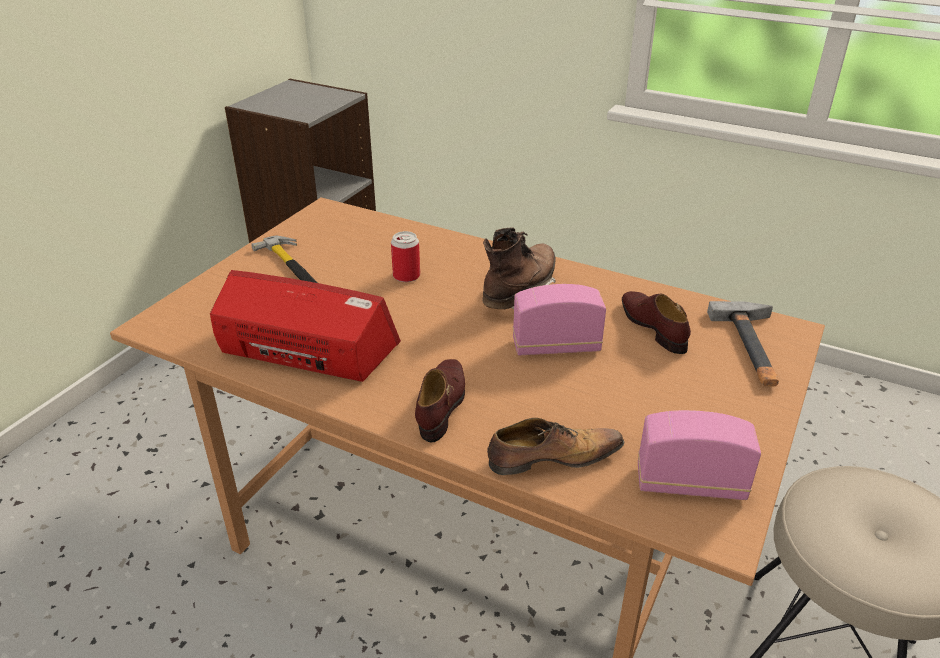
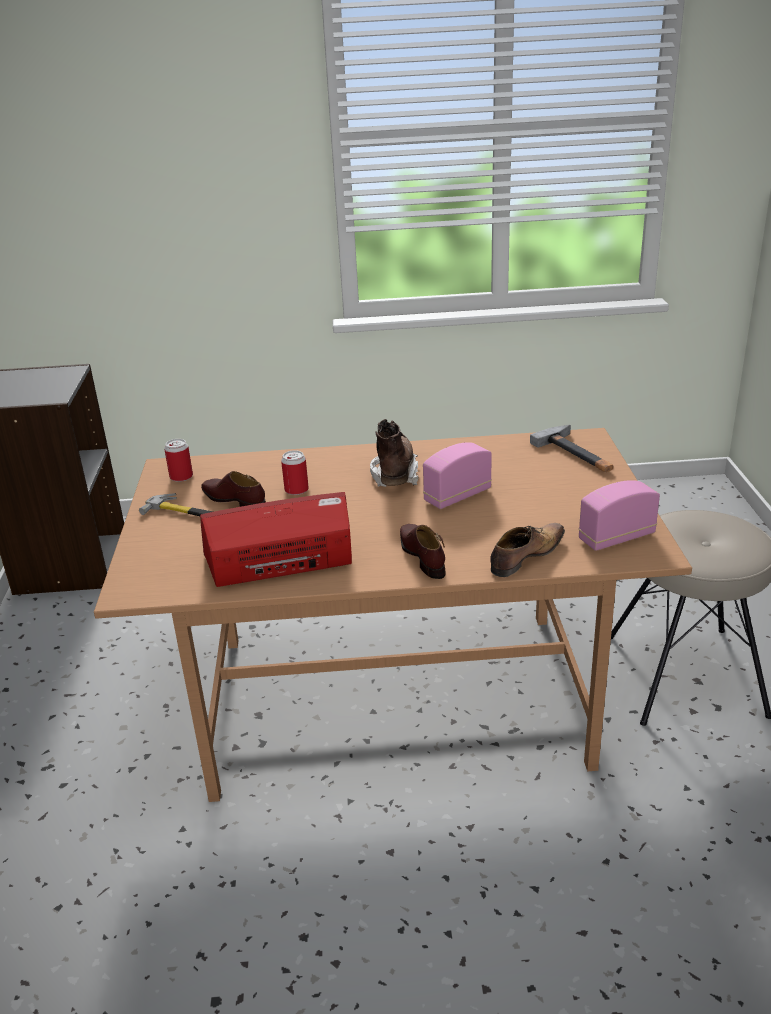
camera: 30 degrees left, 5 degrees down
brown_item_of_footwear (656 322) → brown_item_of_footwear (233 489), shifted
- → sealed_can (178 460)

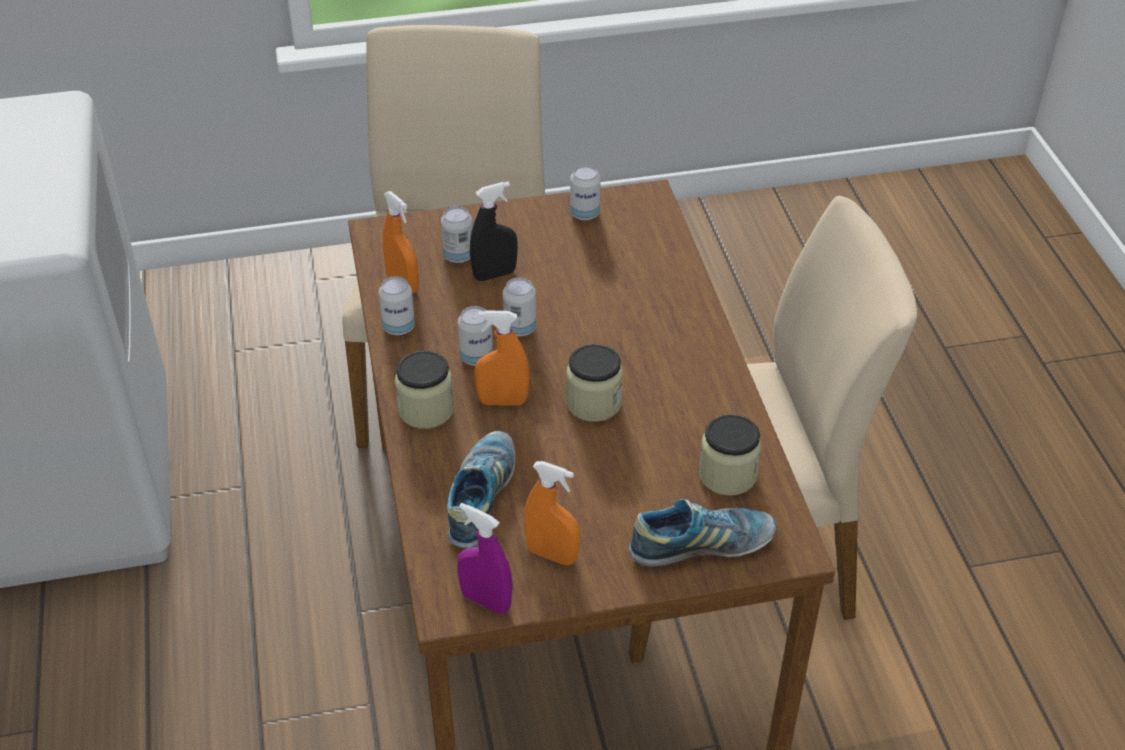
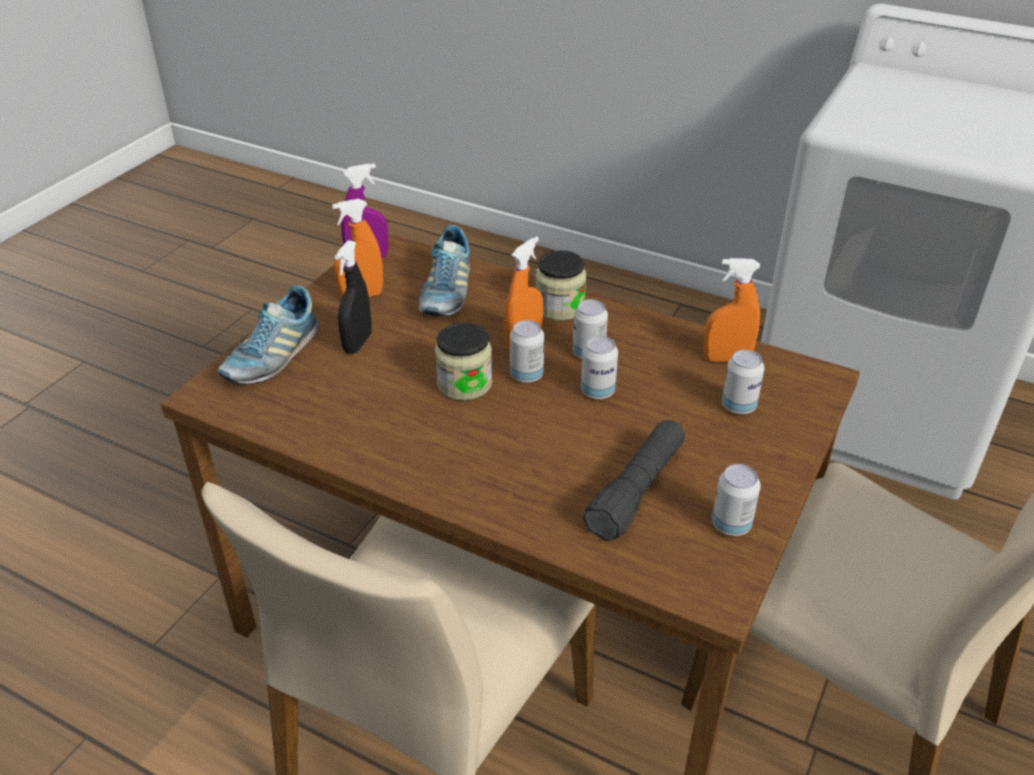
camera: 130 degrees right, 5 degrees down
sealed_can (397 305) → sealed_can (527 351), shifted
item_of_footwear (481 489) → item_of_footwear (444 270), 45 degrees clockwise
black_sprayer (494 231) → black_sprayer (353 297), shifted
storage_jar (730 455) → -
- → black_flashlight (634 480)

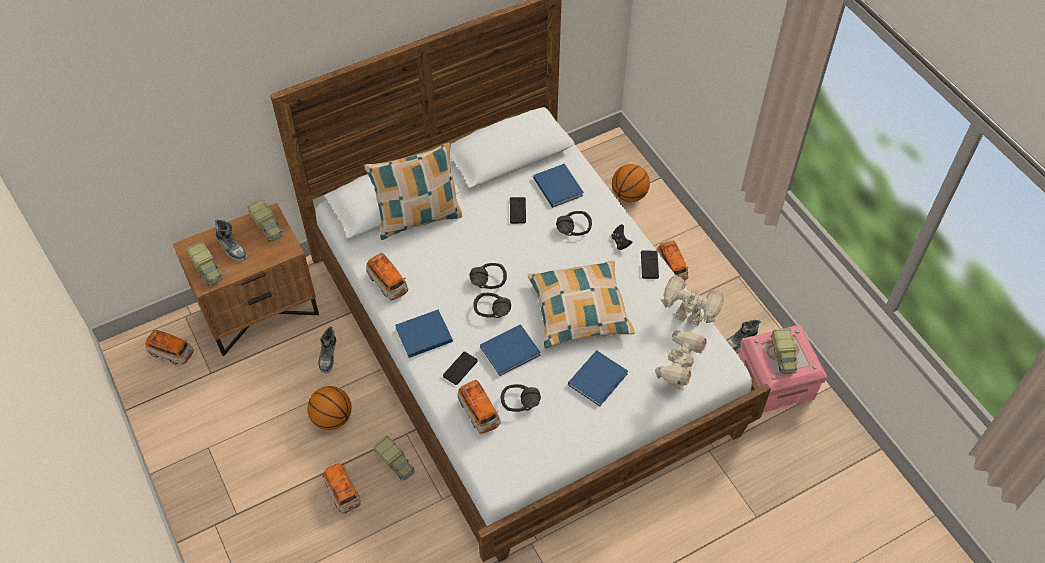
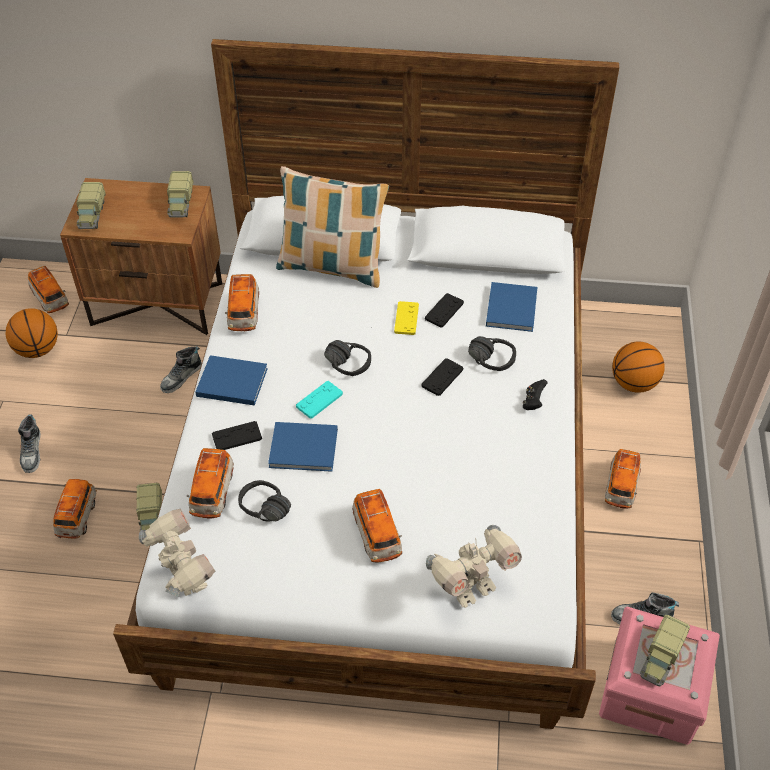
camera: 35 degrees right, 5 degrees down
item_of_footwear (231 240) → item_of_footwear (29 443), shifted
basketball_ball (329 408) → basketball_ball (32 333), shifted
black_pair_of_headphones (492 305) → blue-green_gamepad (319 400)
pillow (581 305) → -
bluish_volume (598 378) → model_car (377 526)
black_gamepad (650 264) → black_gamepad (442 377), shifted
robot_figure (692 301) → robot_figure (177 553), shifted
- → yellow_gamepad (406 318)

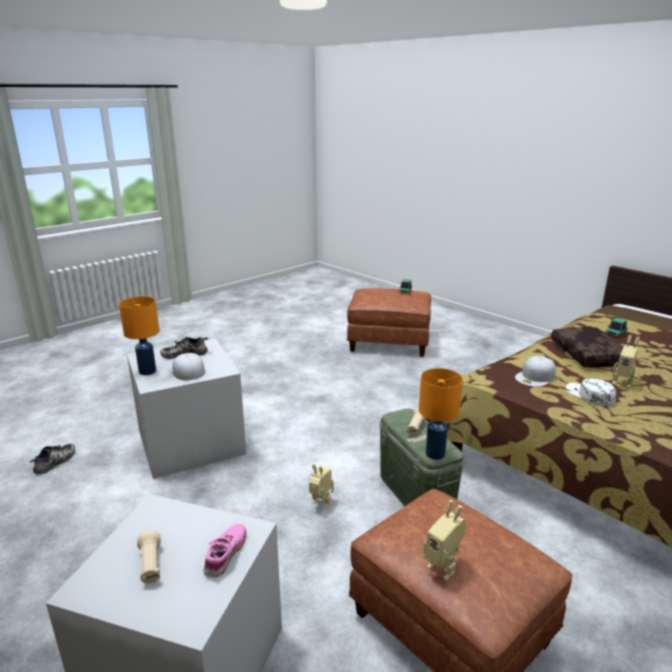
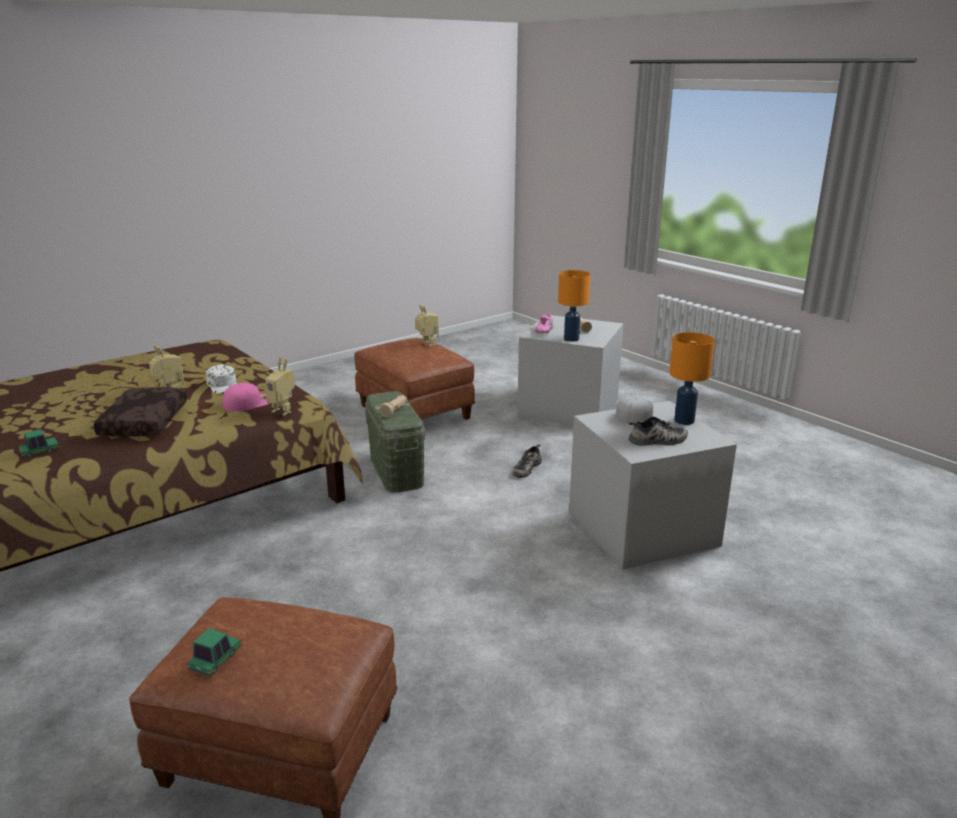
camera: 175 degrees left, 0 degrees up
item_of_footwear (52 458) → item_of_footwear (527 461), shifted
robot_figure (321 485) → robot_figure (280 386), shifted
orange_lamp_for_a_table (441 414) → orange_lamp_for_a_table (574 306), shifted
white_cap (535 371) → pink_cap (247 396)

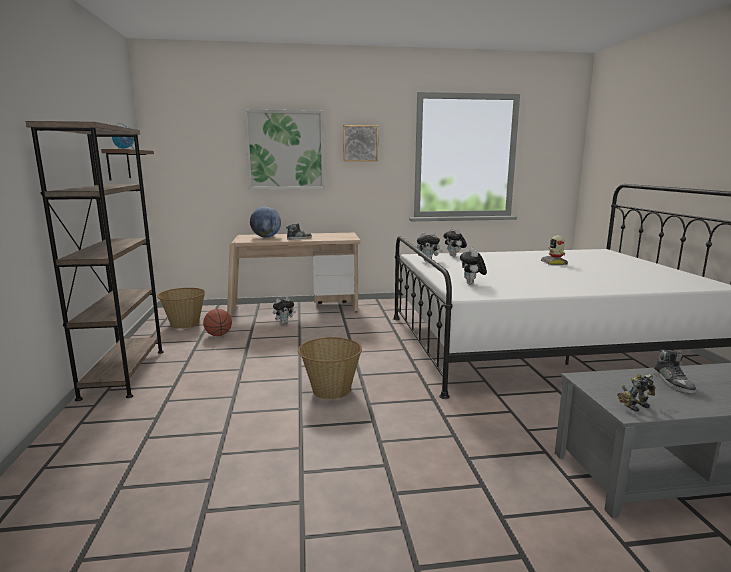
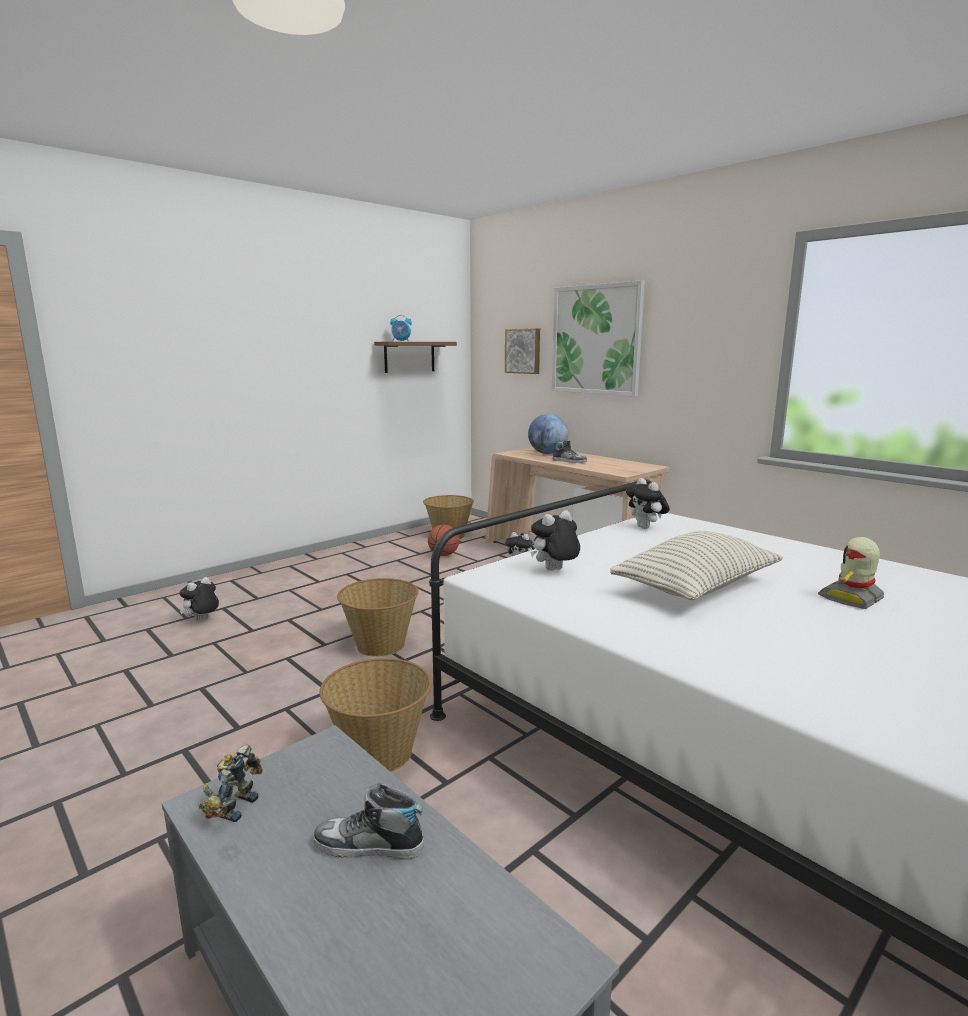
camera: 55 degrees right, 0 degrees up
brown_bookshelf (94 261) → -
picture (360 143) → picture (522 351), shifted
cuddly_toy (455 242) → cuddly_toy (199 599), shifted
robot_figure (636 392) → robot_figure (230 783), 105 degrees counterclockwise
item_of_footwear (674 372) → item_of_footwear (369 821), 45 degrees clockwise
- → storage_basket (376 715)
- → pillow (696 565)

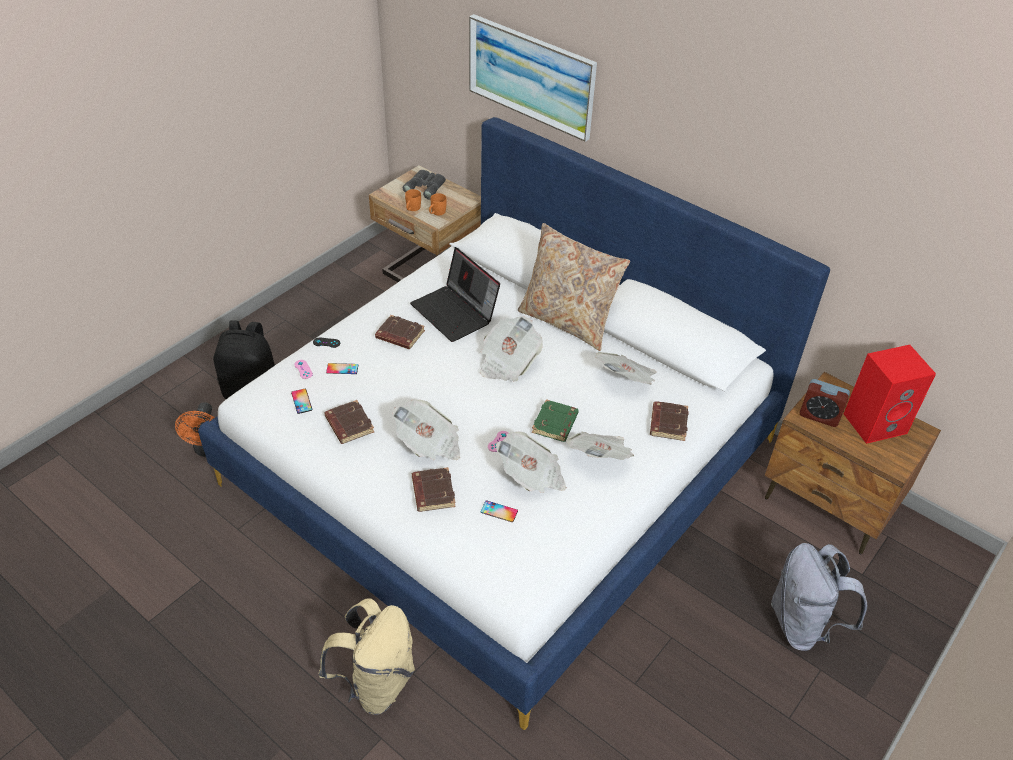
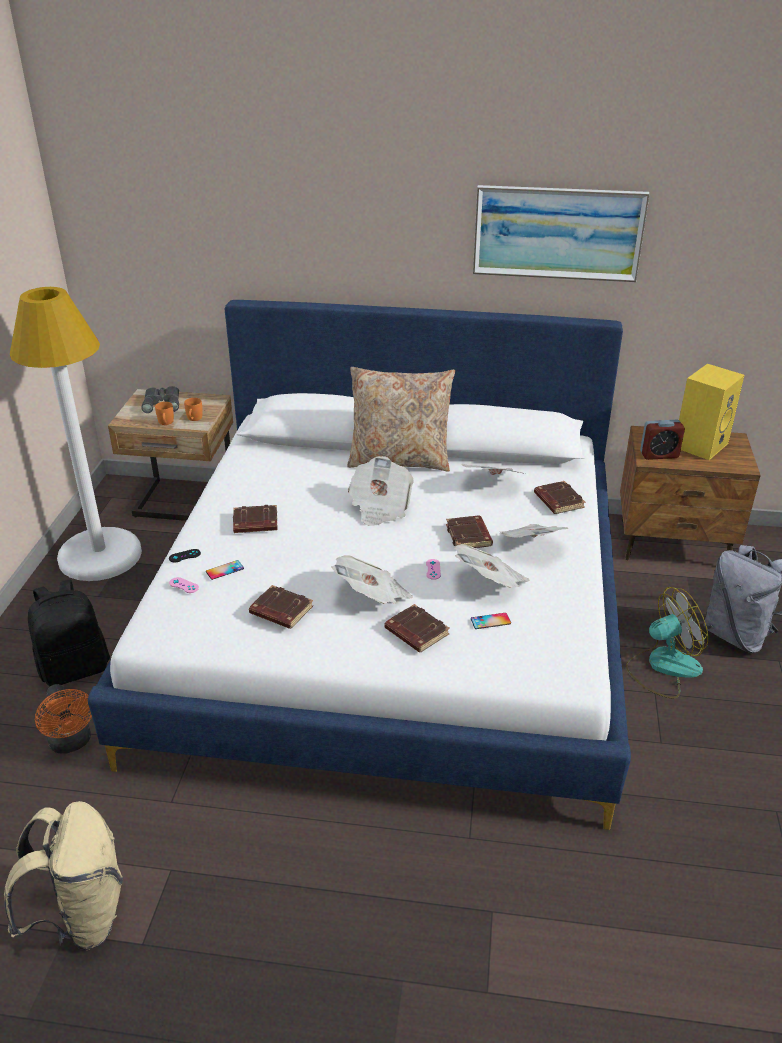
camera: 30 degrees left, 10 degrees down
telephone (301 401) → -
sand-coloured_backpack (366 656) → sand-coloured_backpack (63 875), shifted
notebook_computer (455 294) → -
picture (533 78) → picture (561 233), shifted
green_volume (555 420) → brown_volume (469 532)
red_speaker (890 394) → yellow_speaker (711 412)
- → white_standing_lamp (76 434)
- → electric_fan (667 643)

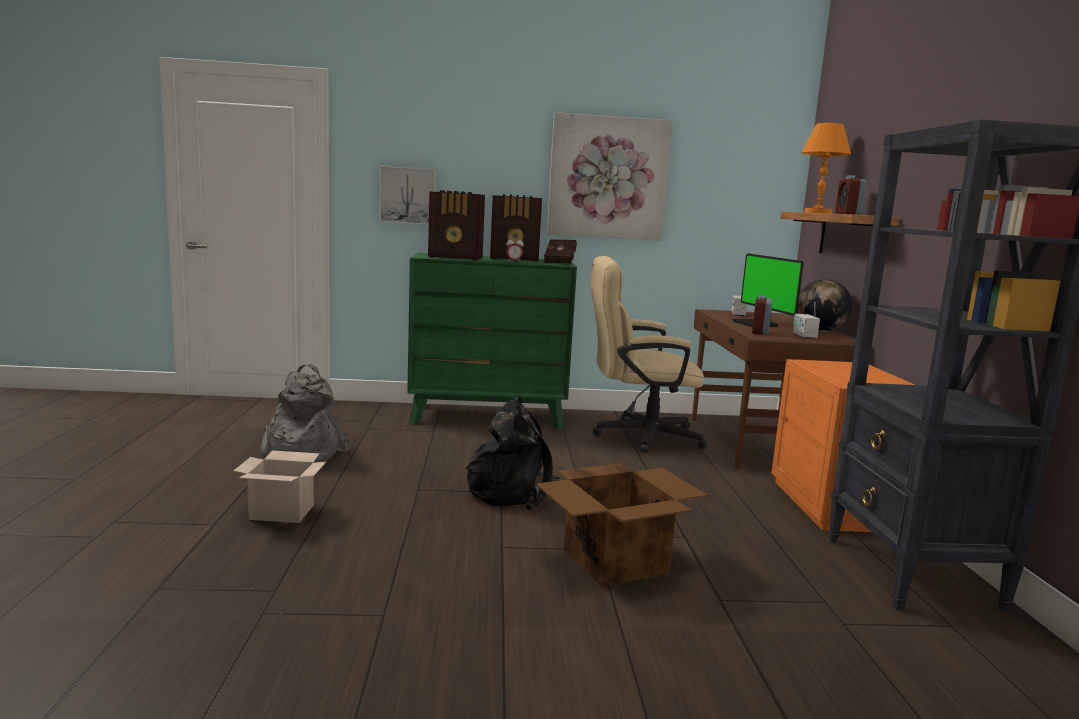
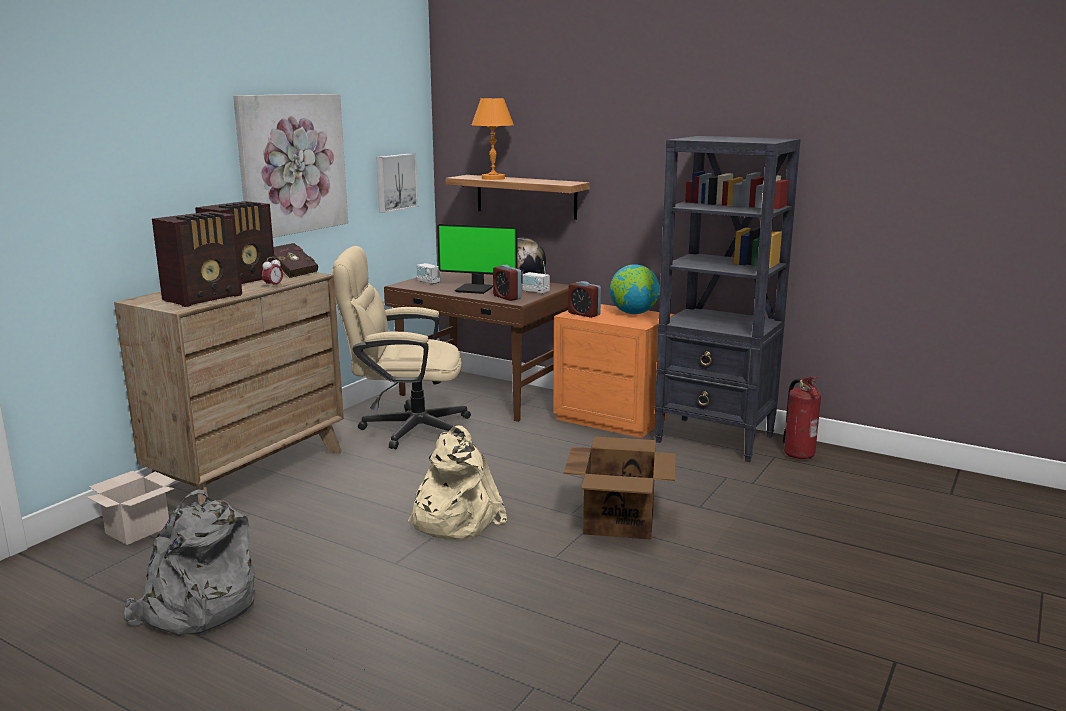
camera: 55 degrees left, 5 degrees up
packing_box (280 486) → packing_box (131 508), shifted
picture (407 195) → picture (397 183), shifted
green_chest_of_drawers (492 341) → brown_chest_of_drawers (229 388)
black_backpack (513 453) → sand-coloured_backpack (457 482)
sand-coloured_office_chair (649 354) → sand-coloured_office_chair (401 347), 60 degrees clockwise
alarm_clock (850 195) → alarm_clock (584 299), shifted
- → world_globe (635 289)
- → fire_extinguisher (801 417)

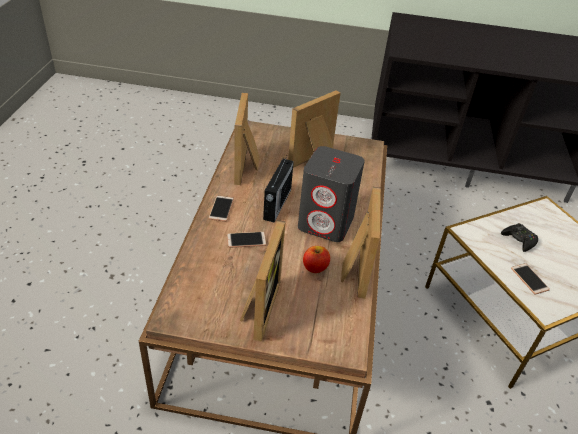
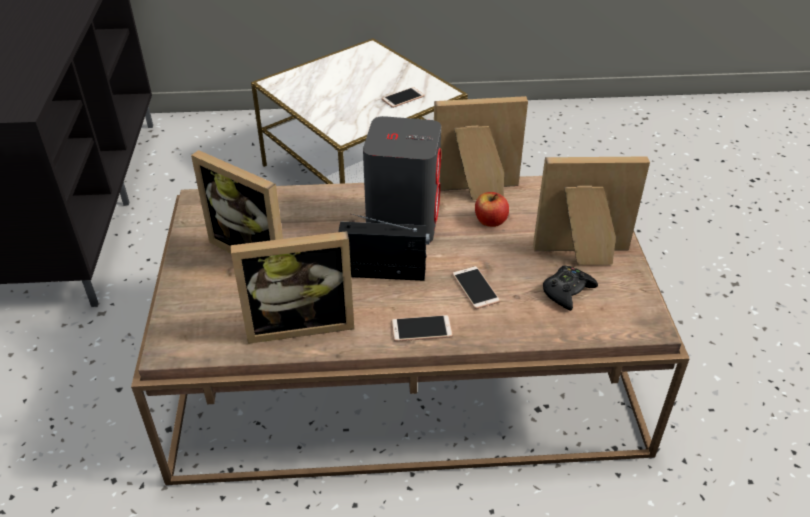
camera: 100 degrees left, 0 degrees up
black_gamepad (519 237) → black_gamepad (570 288), shifted

